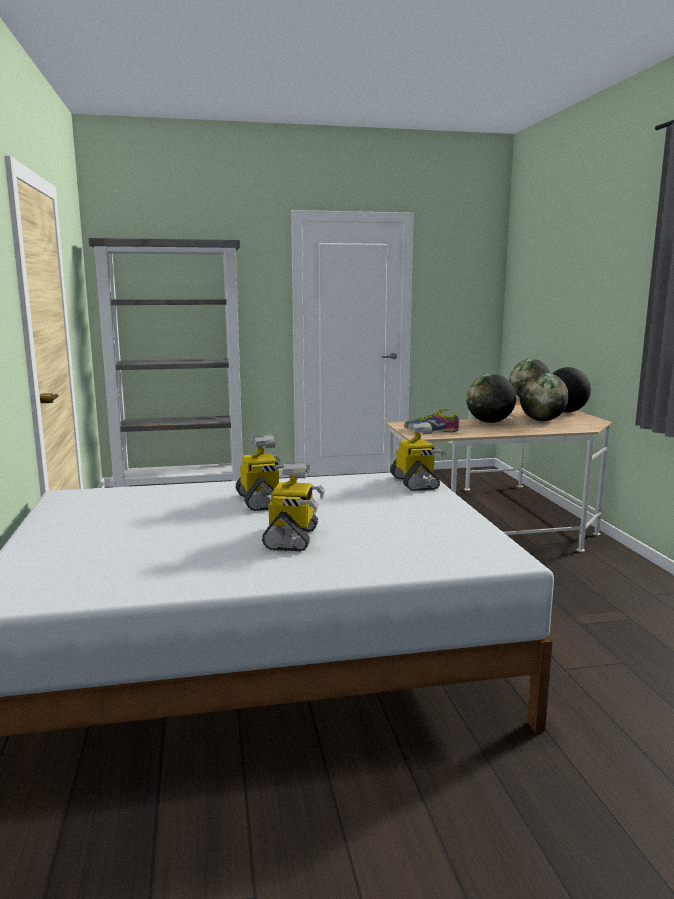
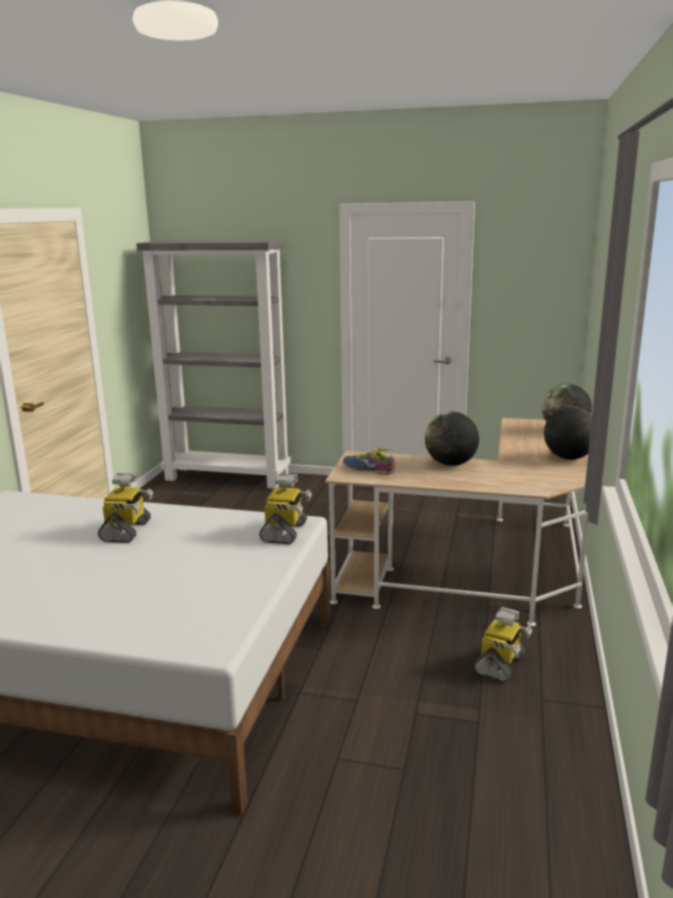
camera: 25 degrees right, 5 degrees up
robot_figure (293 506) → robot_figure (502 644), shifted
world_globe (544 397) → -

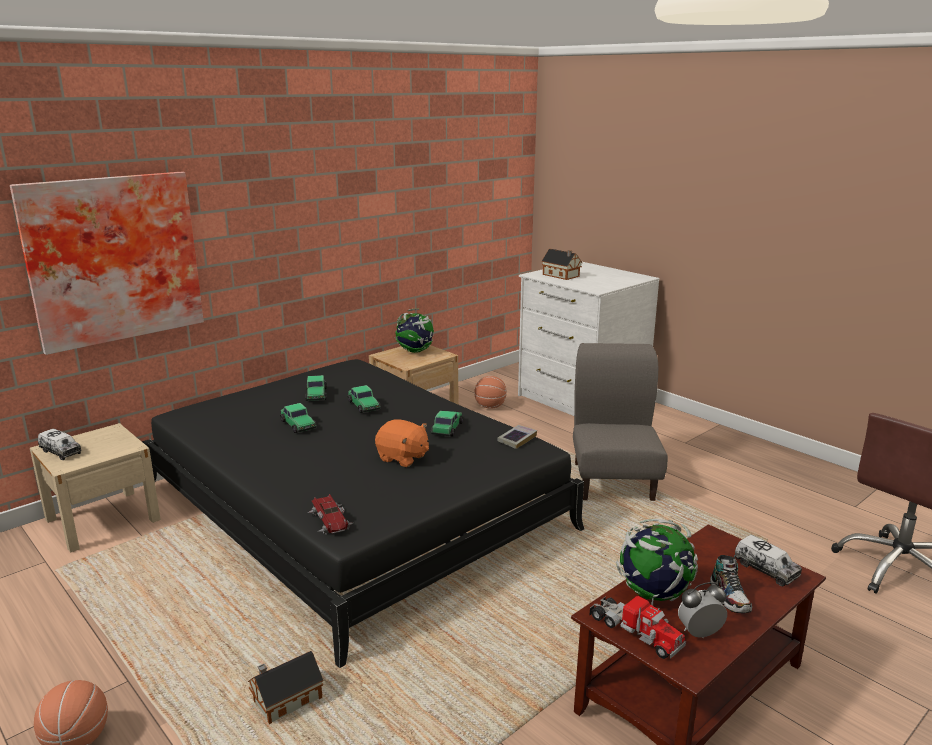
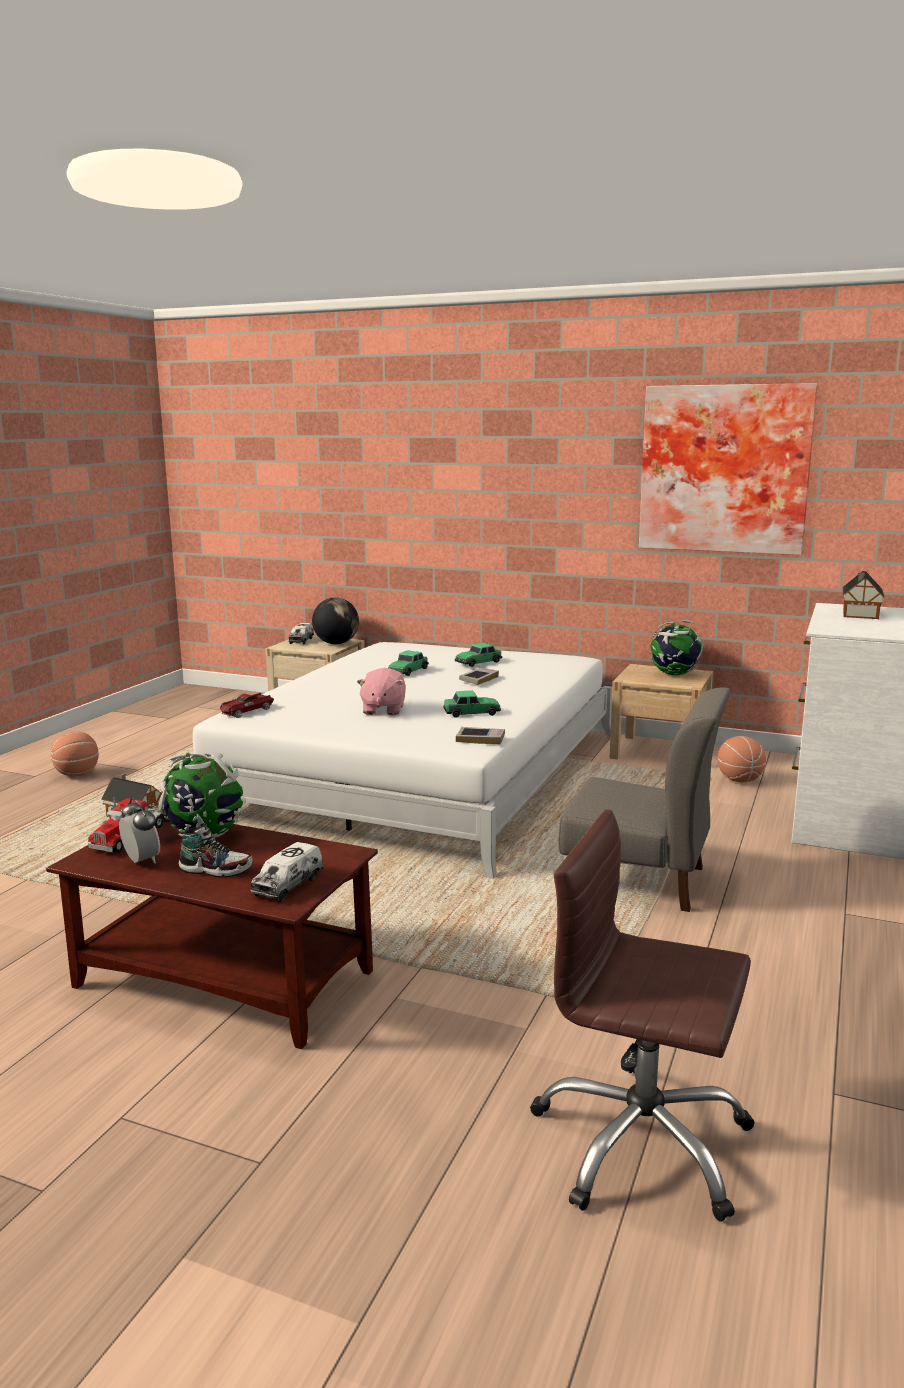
camera: 65 degrees right, 5 degrees down
picture (107 263) → picture (728 469), shifted
black_bed (363 513) → white_bed (402 760)
model_car (364 399) → volume (479 676)
orange_cuddly_toy (402 443) → pink_cuddly_toy (381 691)
gray_plain_chair (620 422) → gray_plain_chair (644 800), 45 degrees clockwise
item_of_footwear (731 584) → item_of_footwear (215 850), 135 degrees counterclockwise
- → world_globe (335 621)

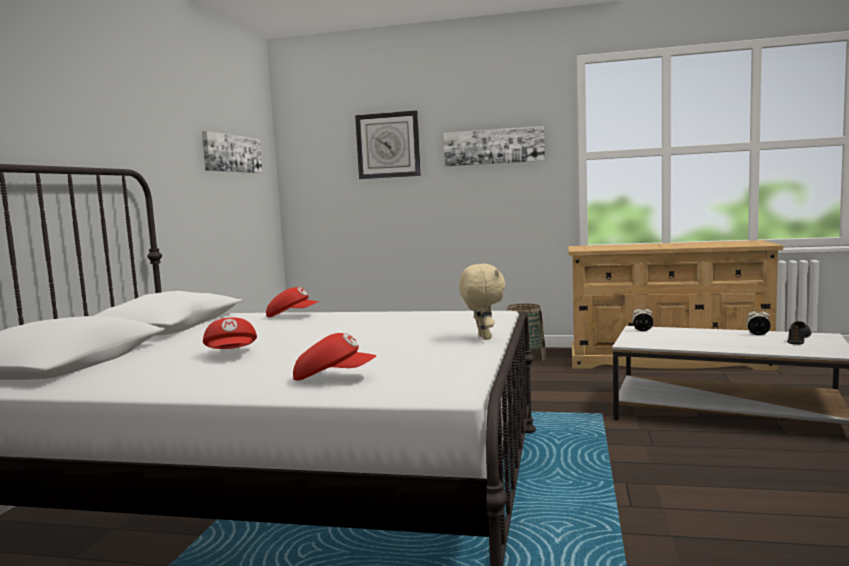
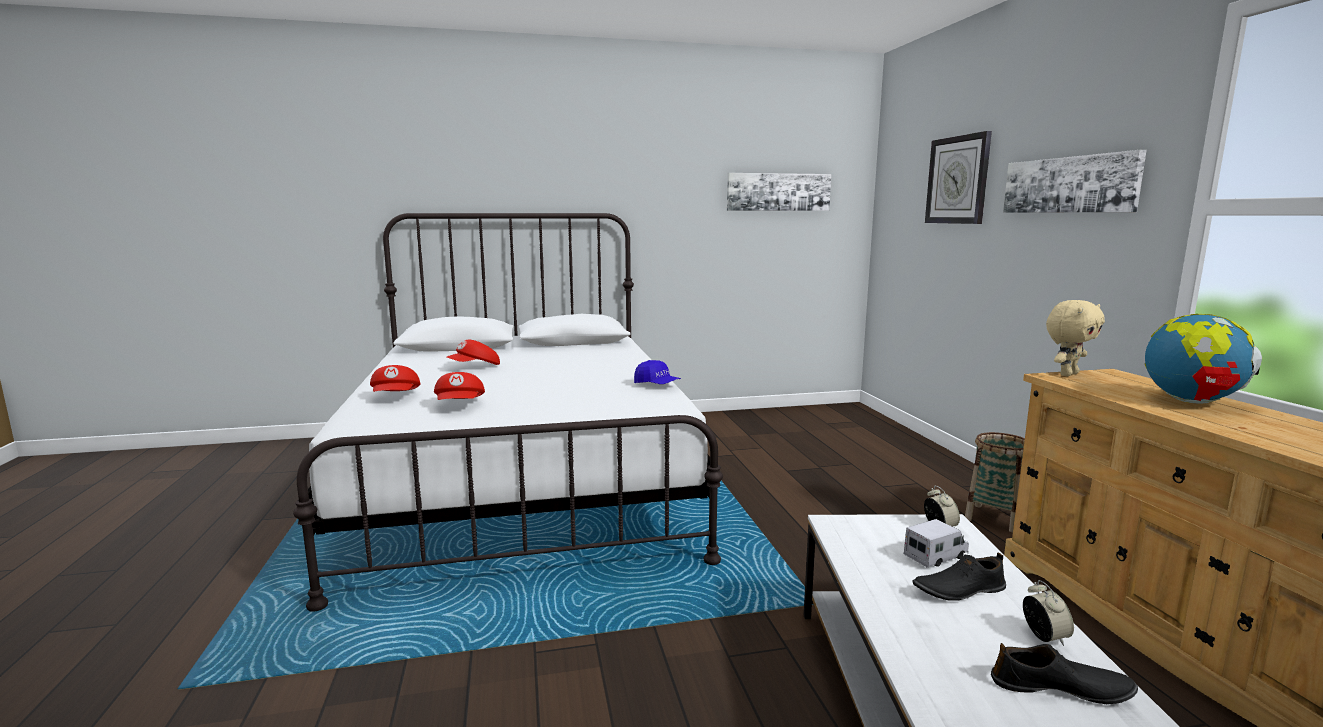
camera: 65 degrees right, 5 degrees up
red_cap (292 302) → red_cap (459 386), shifted
sand-coloured_cuddly_toy (482 302) → sand-coloured_cuddly_toy (1075 338), shifted
- → bluish_cap (657 372)
- → model_truck (936 543)
- → black_item_of_footwear (959 576)
- → world_globe (1203 358)

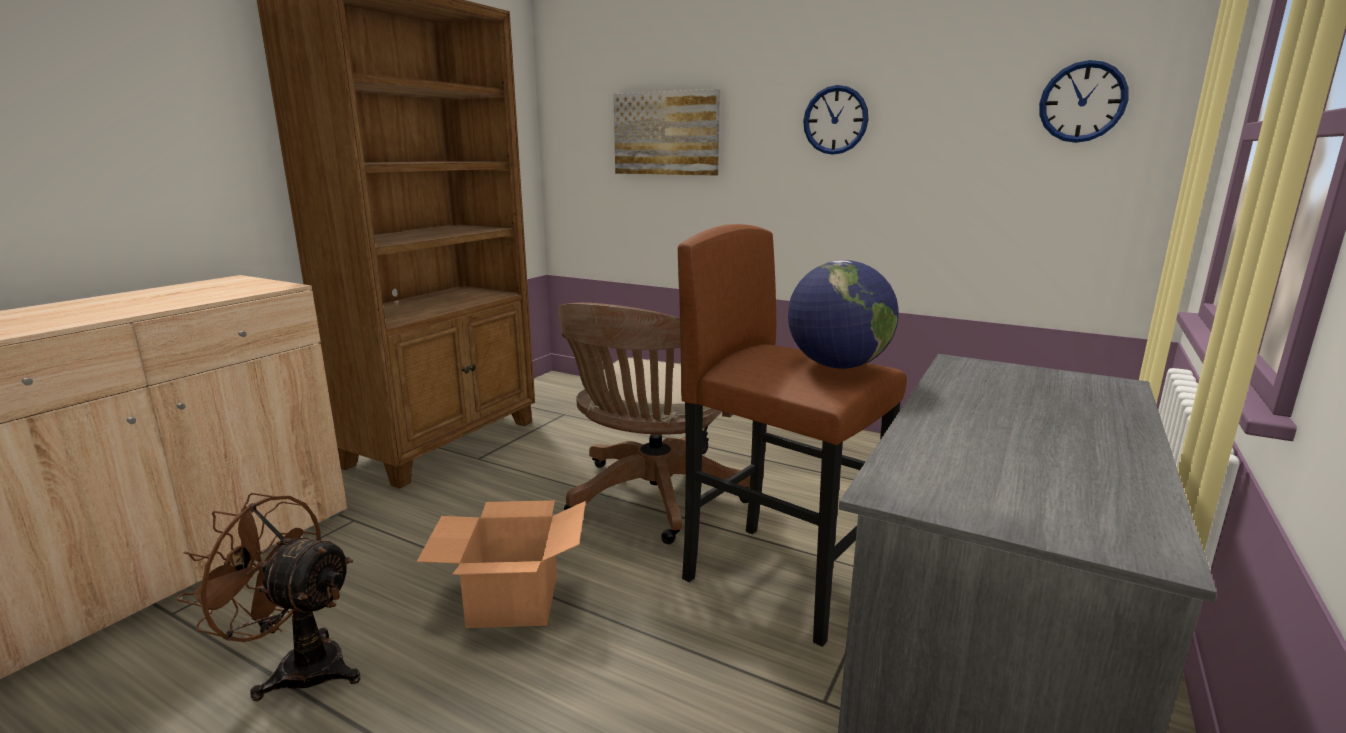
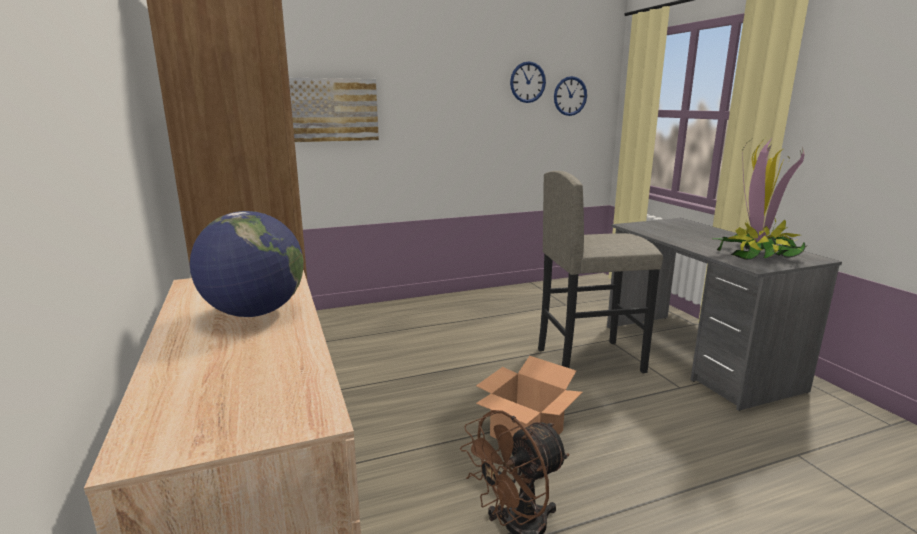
camera: 50 degrees left, 0 degrees up
brown_office_chair (654 423) → -
brown_stool (792 435) → gray_stool (600 272)
world_globe (843 314) → world_globe (247 264), shifted
wall_clock (836 120) → wall_clock (528 82), shifted
- → potted_plant (760 198)

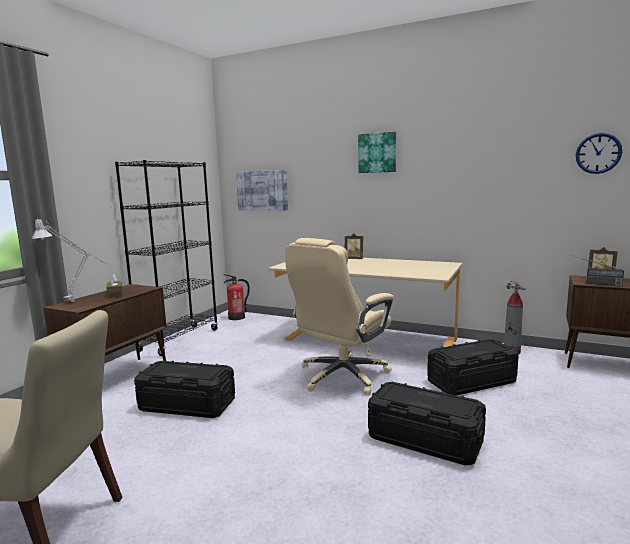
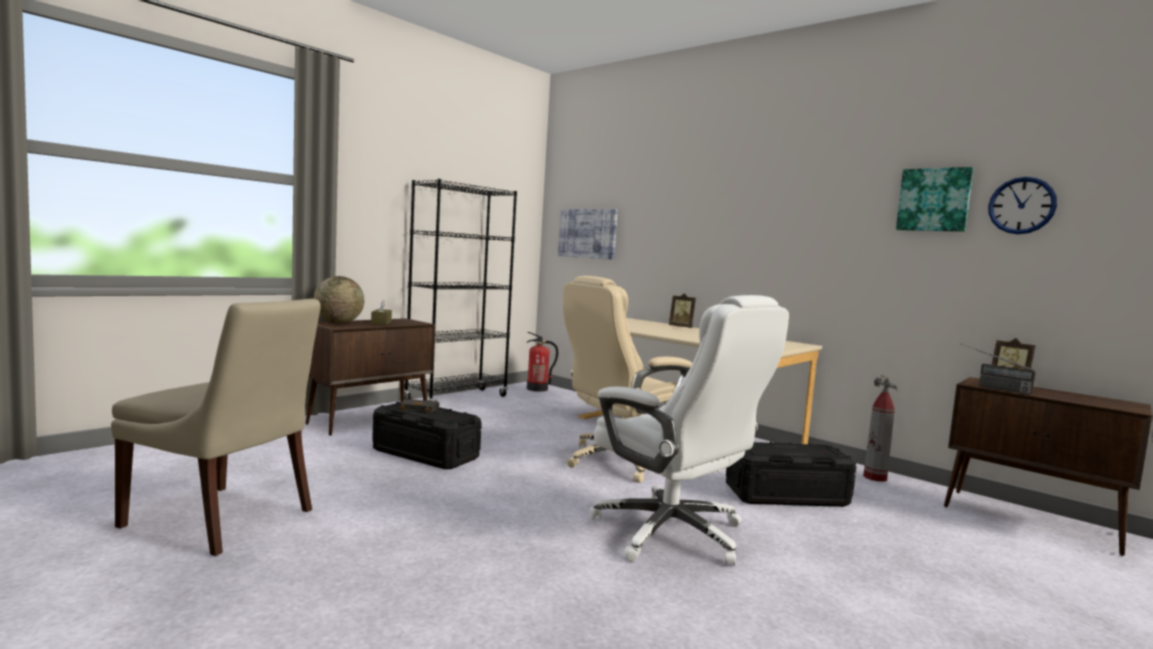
camera: 15 degrees right, 5 degrees down
gray_lamp_for_a_table (69 260) → world_globe (339 300)
picture (377 152) → picture (934 199), shifted
black_storage_container (427 423) → white_office_chair (689 430)
- → black_volume (419 405)

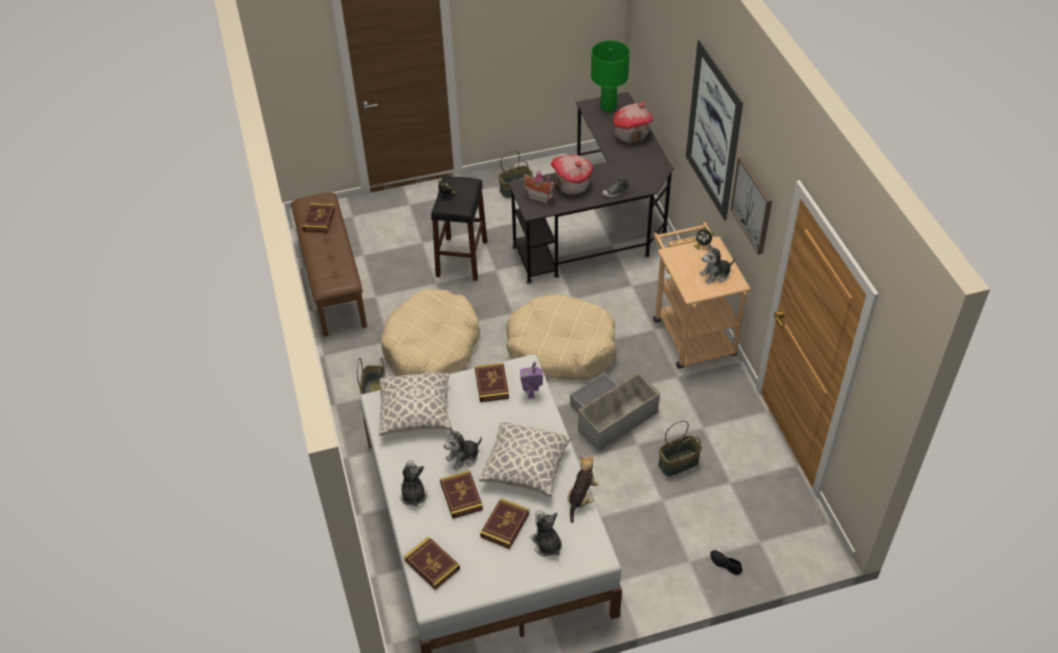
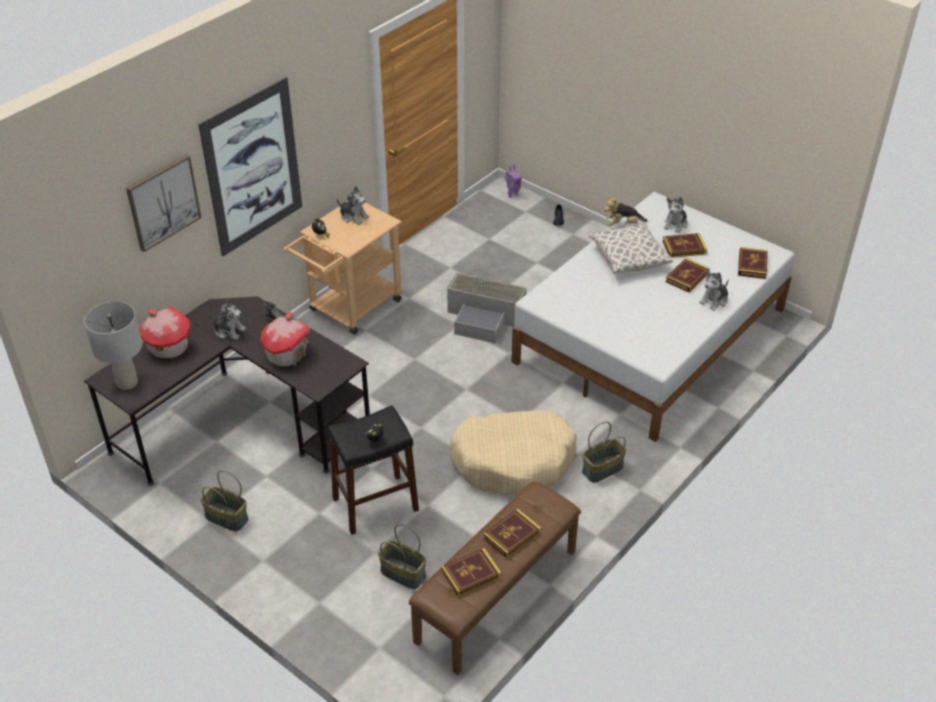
camera: 125 degrees left, 5 degrees down
pillow (415 404) → -
cuddly_toy (463 449) → cuddly_toy (227 319), shifted
volume (492 382) → volume (512 533), shifted
sand-coloured_dog_cushion (561 337) → -
robot_figure (531 380) → robot_figure (514 181), shifted
model_house (539 187) → -
green_lamp_for_a_table (610 76) → gray_lamp_for_a_table (113 345)
storage_basket (680 448) → storage_basket (402 556), shifted
picture (751 205) → picture (164 203), shifted

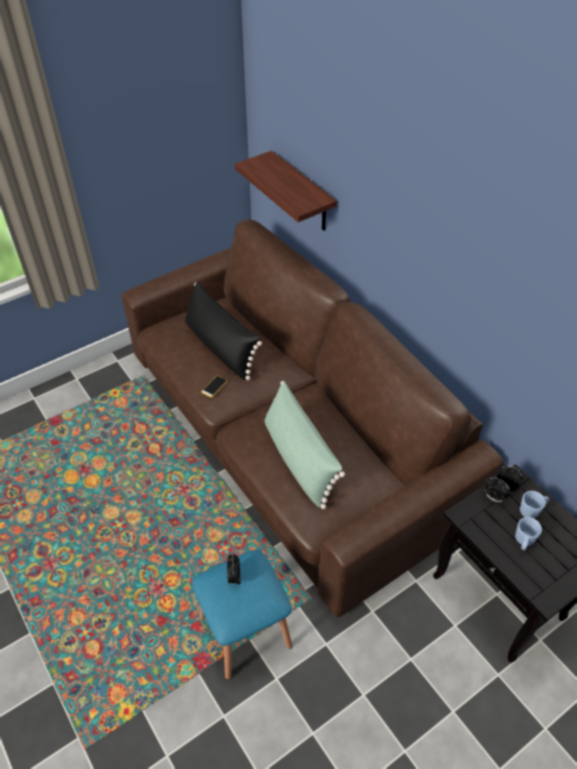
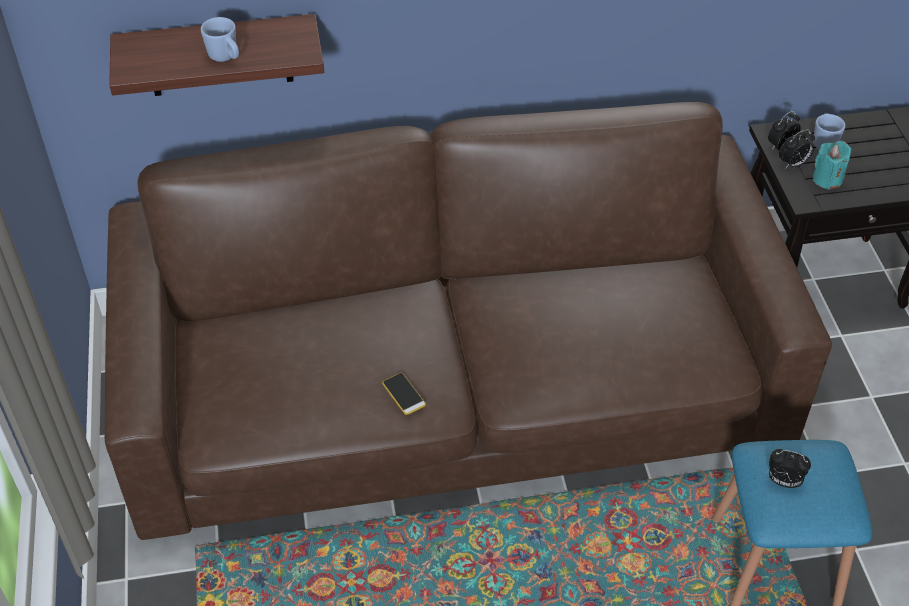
camera: 65 degrees left, 0 degrees up
black_pillow (223 331) → -
green_pillow (305 445) → -
bluish_tea_mug (528 533) → bluish_tea_mug (220 39), shifted
- → blue-green_candle (832 165)

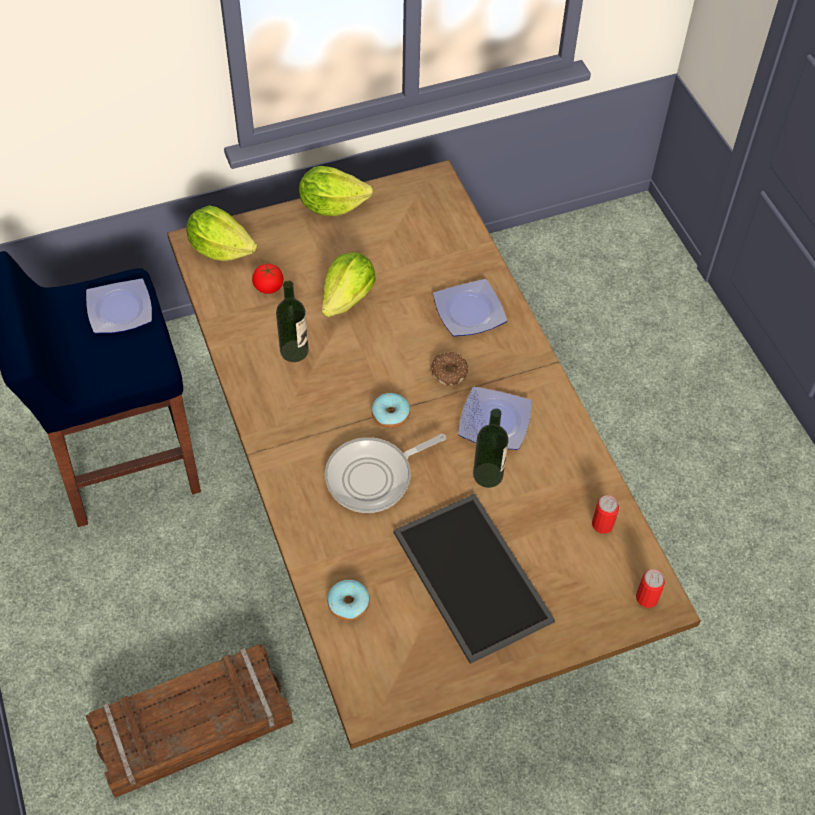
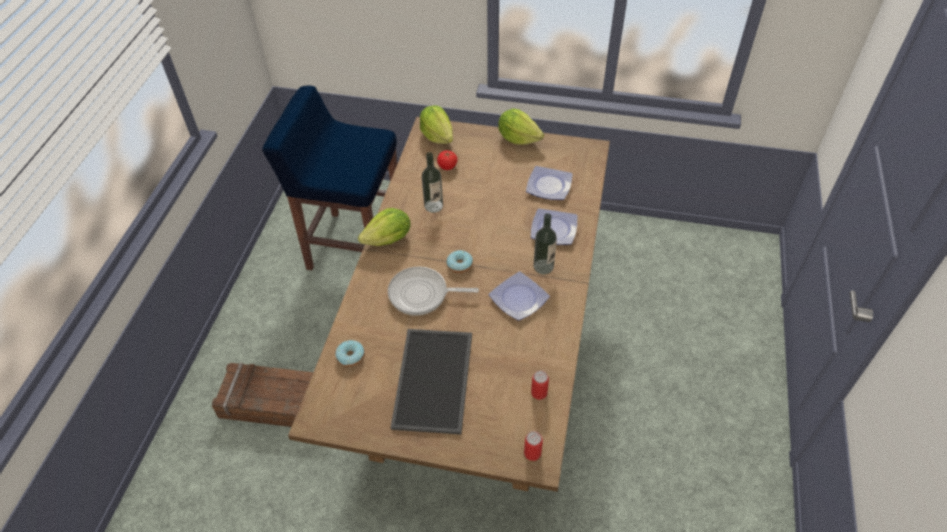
camera: 35 degrees right, 5 degrees down
dinner_plate (119 306) → dinner_plate (549 183), shifted
lettuce (349 284) → lettuce (384 227), shifted
ring_doughnut (449 369) → -
drink_bottle (491 448) → drink_bottle (545 243), shifted

